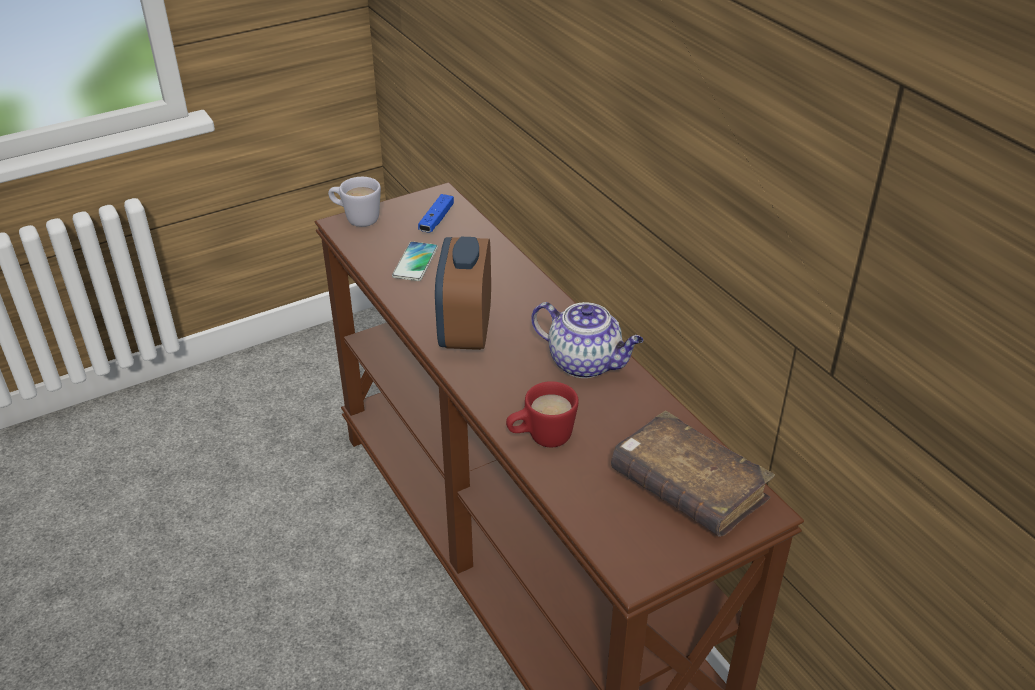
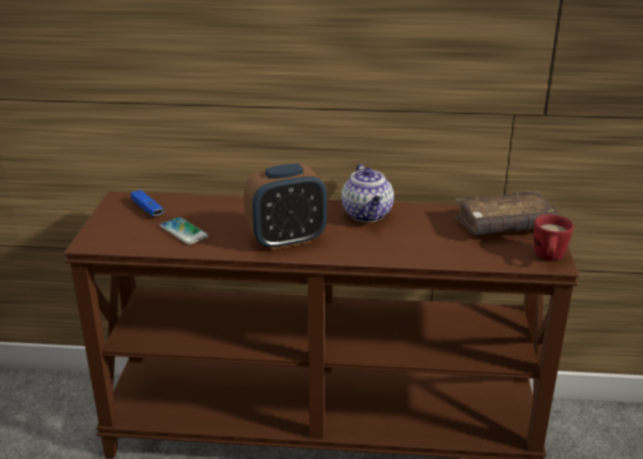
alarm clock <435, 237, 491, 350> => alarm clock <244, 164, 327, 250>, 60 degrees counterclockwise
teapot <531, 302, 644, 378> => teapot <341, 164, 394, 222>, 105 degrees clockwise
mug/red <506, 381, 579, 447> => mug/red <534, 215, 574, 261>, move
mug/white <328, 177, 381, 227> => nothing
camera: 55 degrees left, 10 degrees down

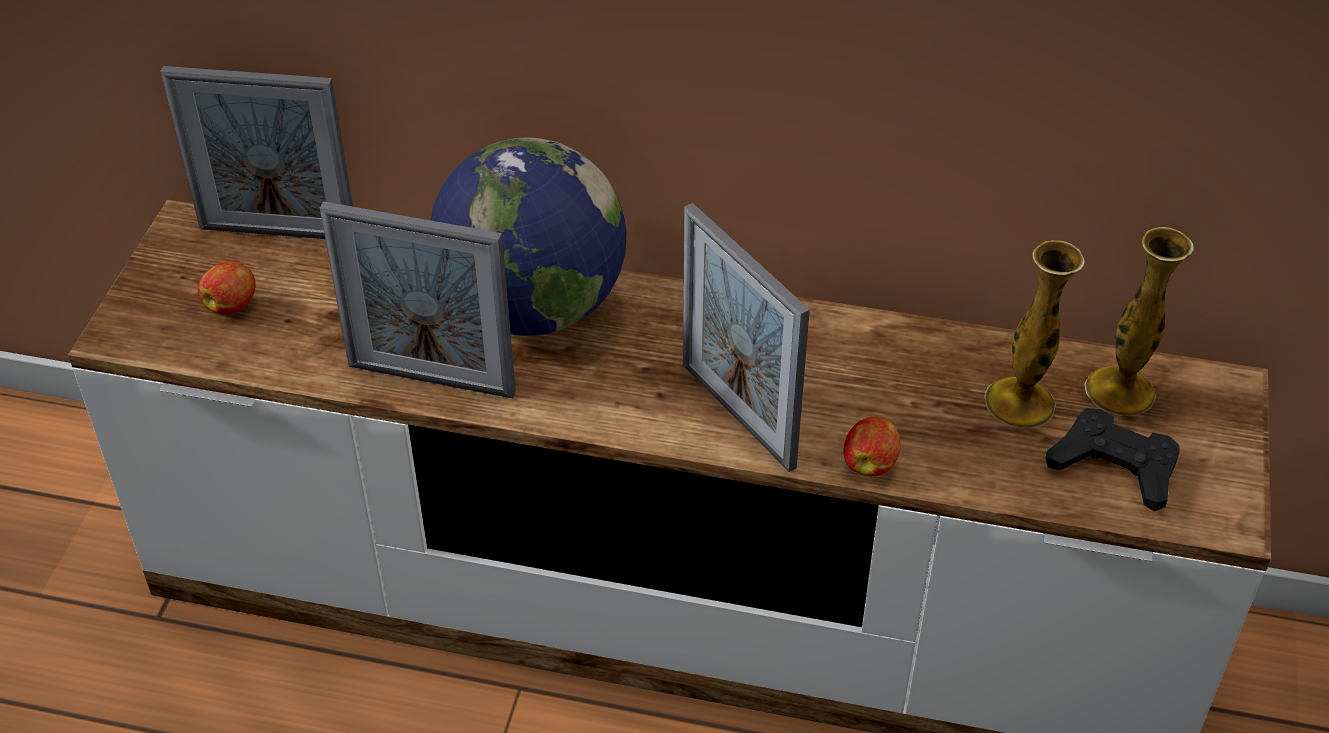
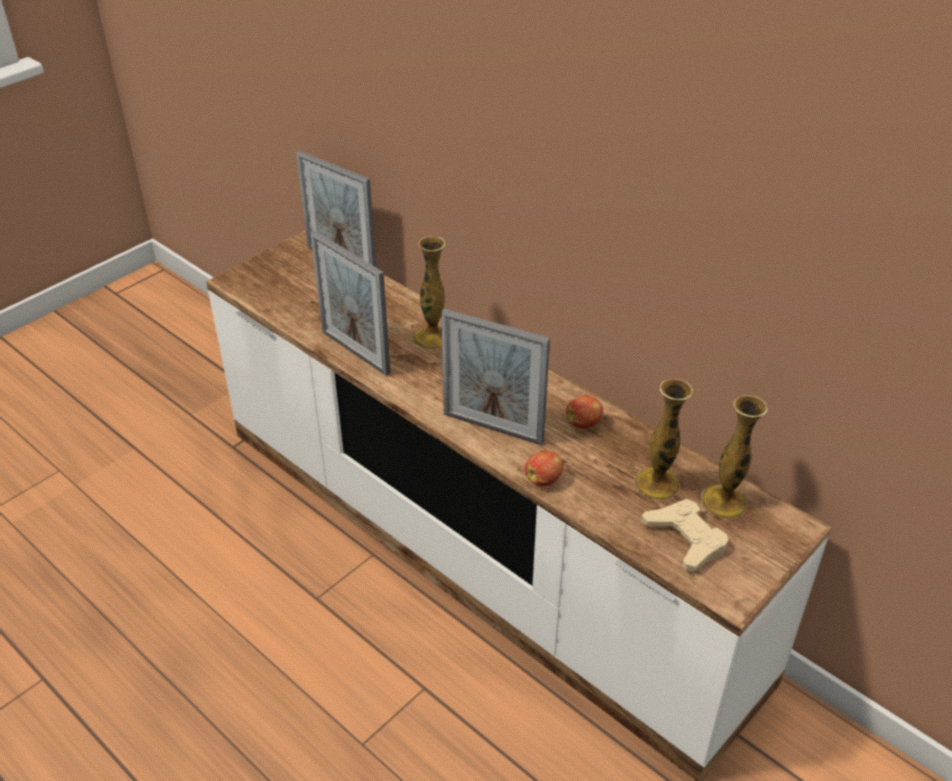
globe <431, 137, 626, 336> => vase <413, 236, 445, 350>
picture frame <683, 203, 810, 472> => picture frame <441, 309, 550, 445>, 60 degrees counterclockwise
apple <198, 261, 256, 315> => apple <566, 396, 603, 429>, move
game controller/black <1046, 408, 1180, 512> => game controller/beige <641, 499, 728, 571>
camera: 30 degrees right, 5 degrees down

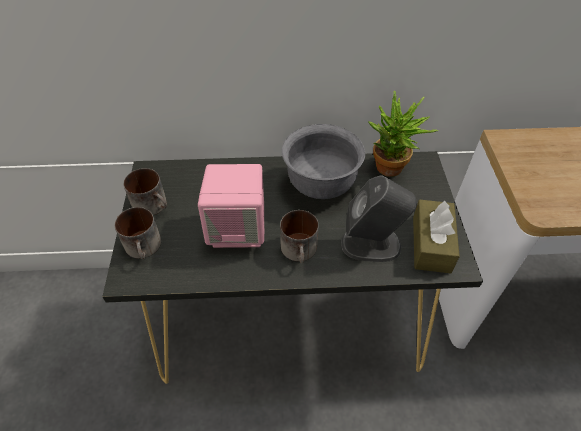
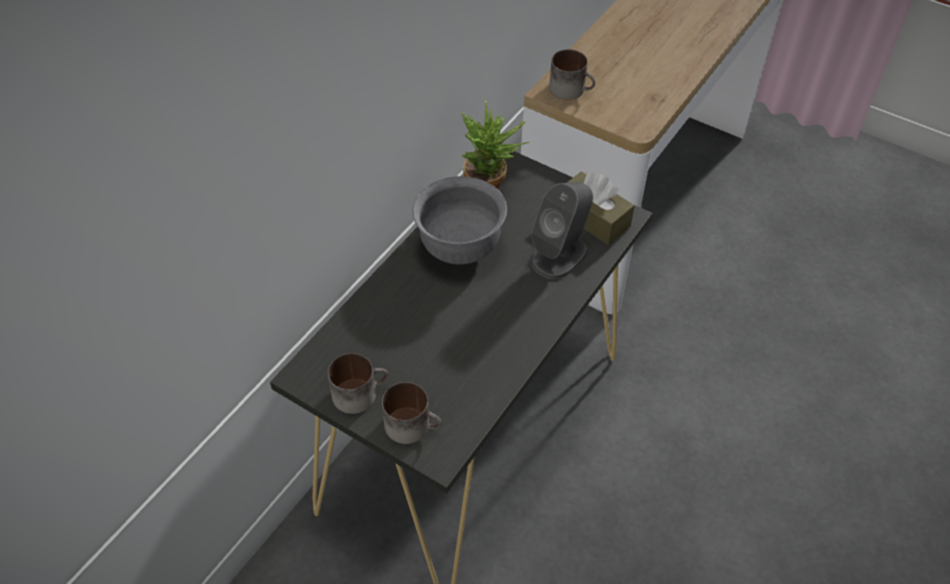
mug <280, 210, 319, 263> => mug <549, 49, 595, 100>, move
speaker/pink <198, 164, 264, 248> => nothing
camera: 55 degrees left, 0 degrees up

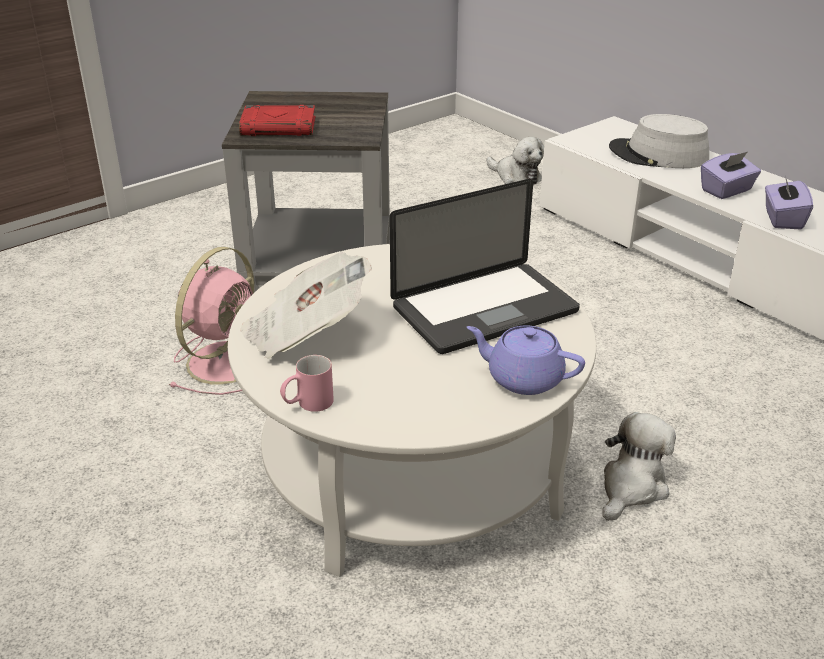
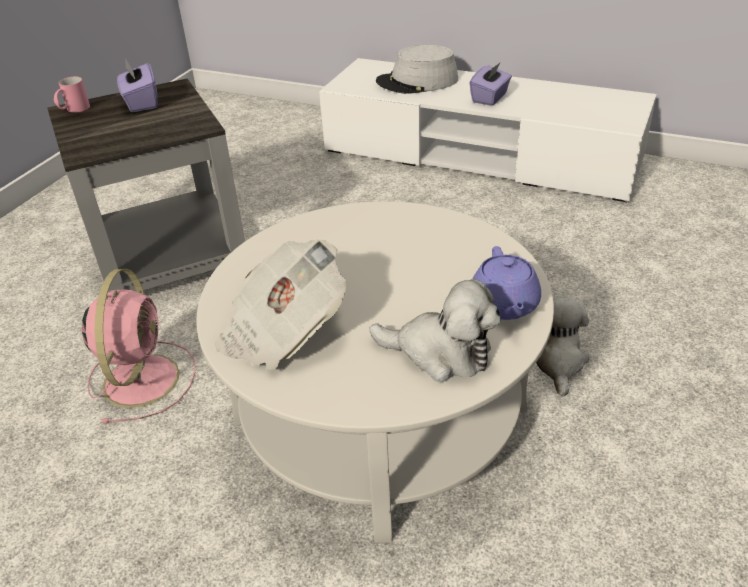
mug/pink <280, 355, 334, 412> => mug/pink <54, 76, 90, 113>, move
tissue box/purple <765, 176, 813, 230> => tissue box/purple <117, 58, 158, 112>, move
plush toy <487, 137, 544, 185> => plush toy <369, 279, 501, 382>, move
teapot/purple <466, 326, 585, 395> => teapot/purple <473, 246, 541, 320>, 90 degrees counterclockwise
book/red <239, 105, 315, 136> => nothing
laptop <389, 179, 580, 354> => nothing
camera: 25 degrees left, 5 degrees up

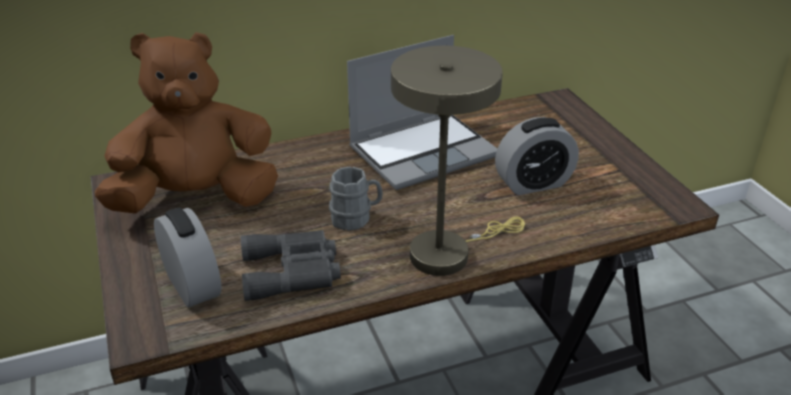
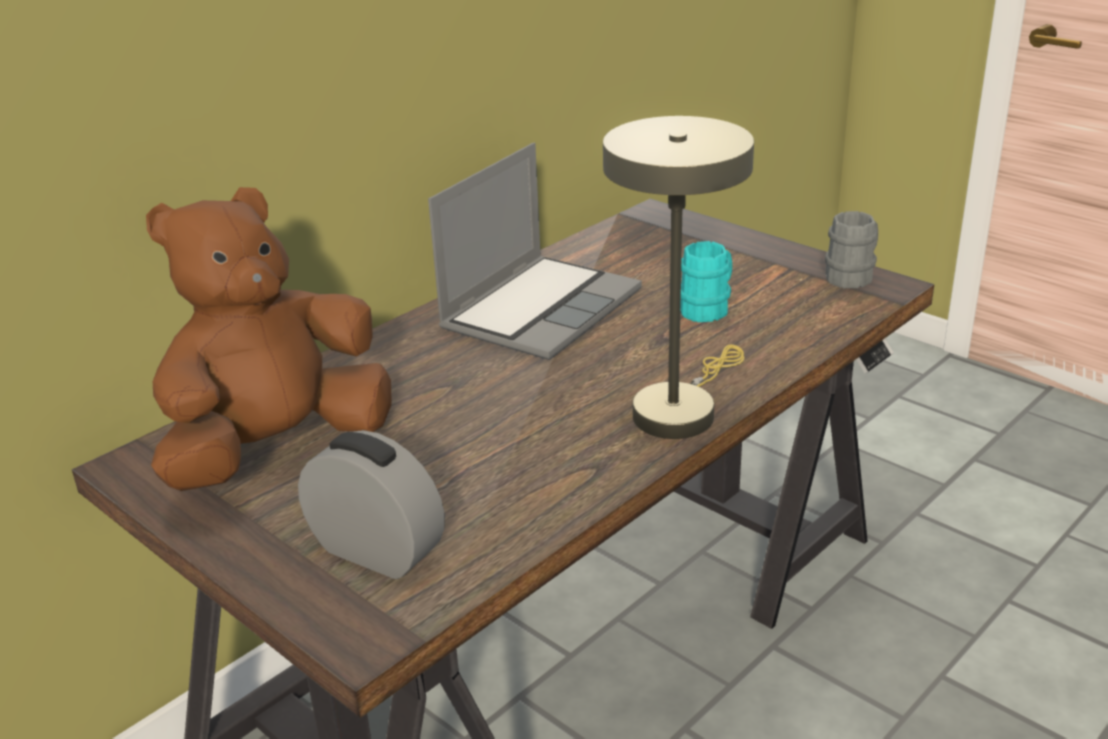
alarm clock <495, 117, 579, 195> => mug/turquoise <680, 241, 732, 322>
mug/grey <329, 167, 383, 231> => mug/grey <825, 211, 878, 288>, move
binoculars/grey <241, 230, 341, 301> => nothing
camera: 25 degrees left, 5 degrees down

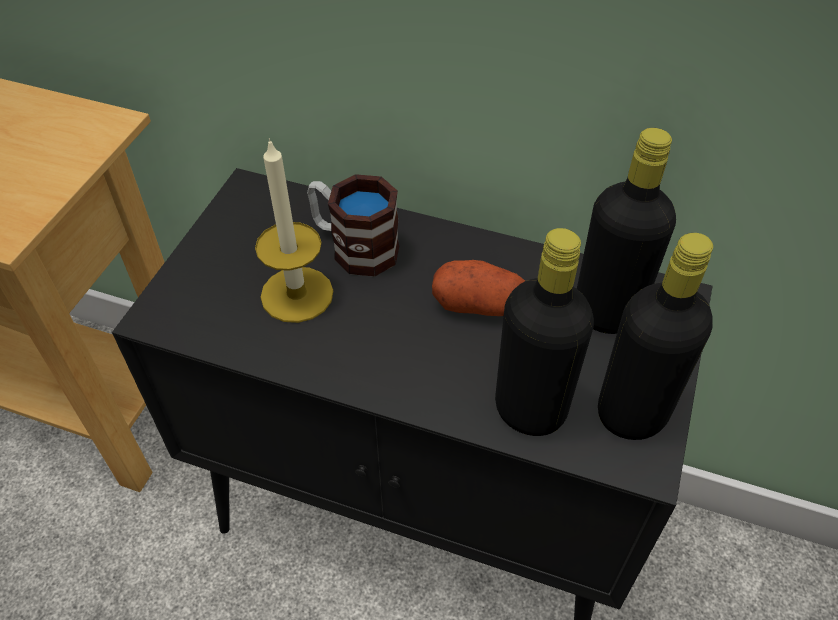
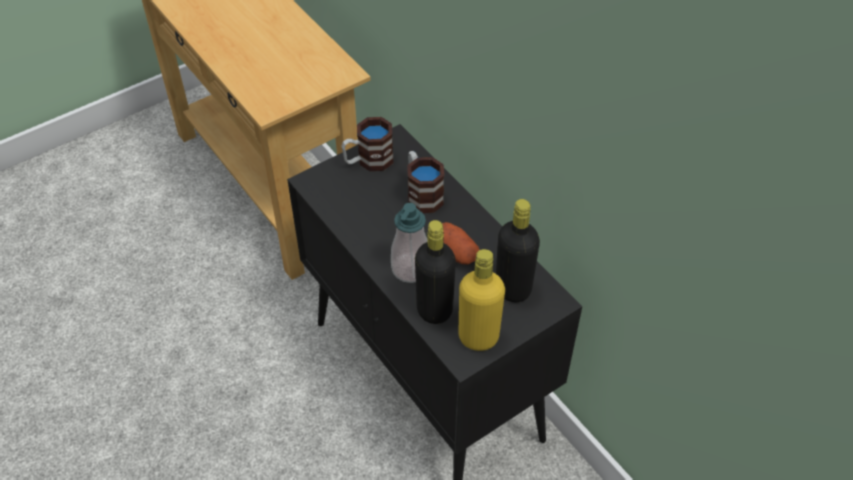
nothing => mug <341, 117, 394, 171>
nothing => soap dispenser <391, 203, 428, 283>
bottle/black <598, 233, 713, 440> => bottle/yellow <459, 249, 505, 351>
candle <255, 138, 333, 323> => nothing
camera: 35 degrees right, 0 degrees up

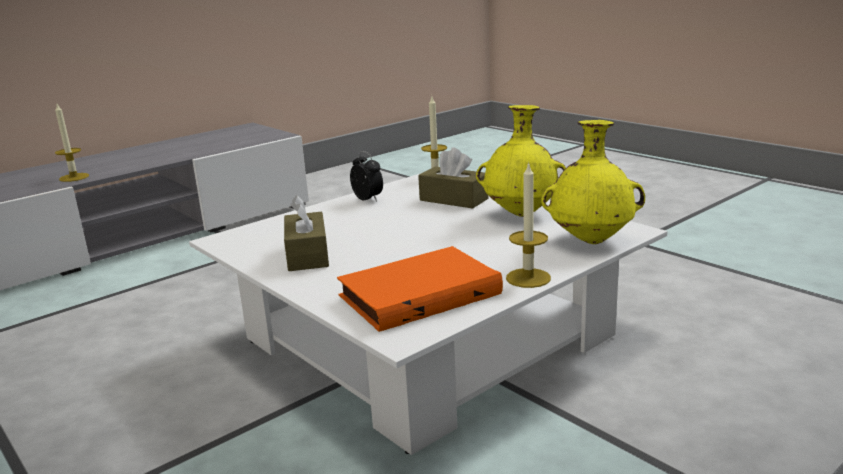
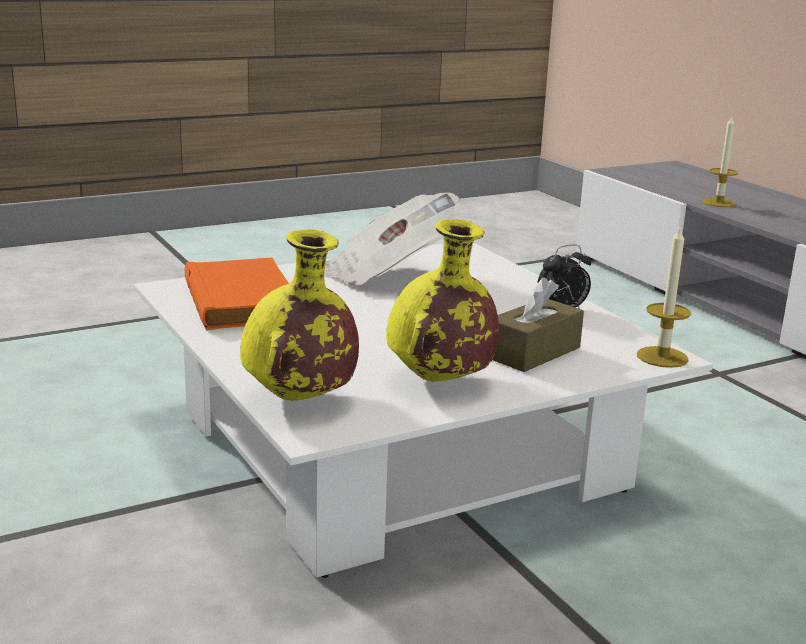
tissue box/brown <284, 195, 329, 271> => newspaper <324, 192, 460, 285>
candle <506, 162, 551, 288> => nothing
camera: 100 degrees right, 0 degrees up

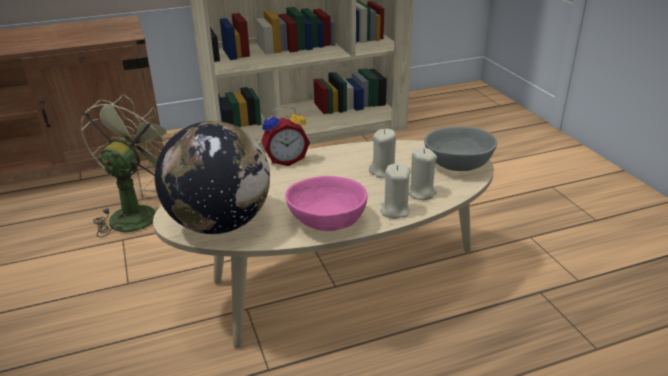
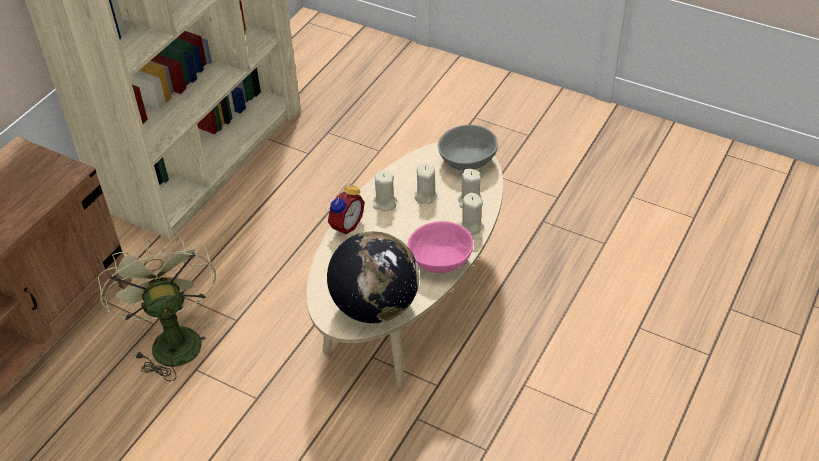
nothing => candle/beige <373, 171, 397, 211>
camera: 40 degrees left, 15 degrees up

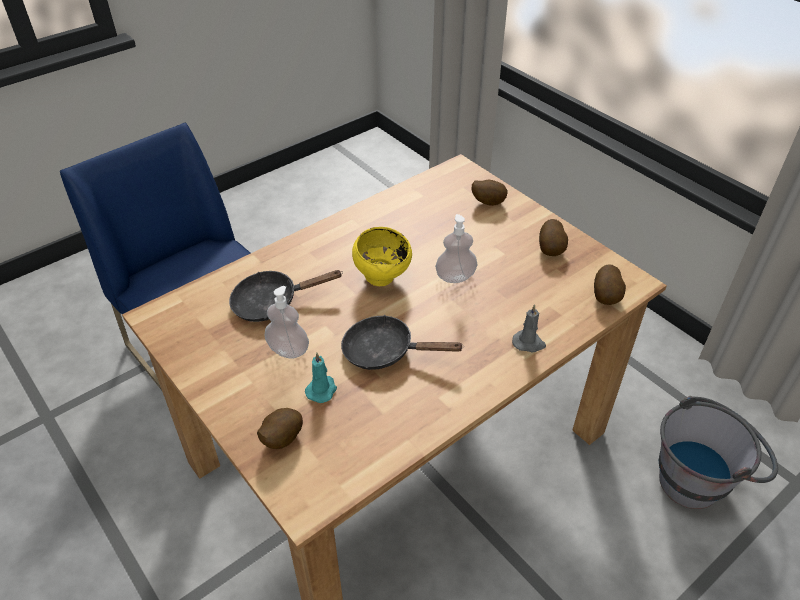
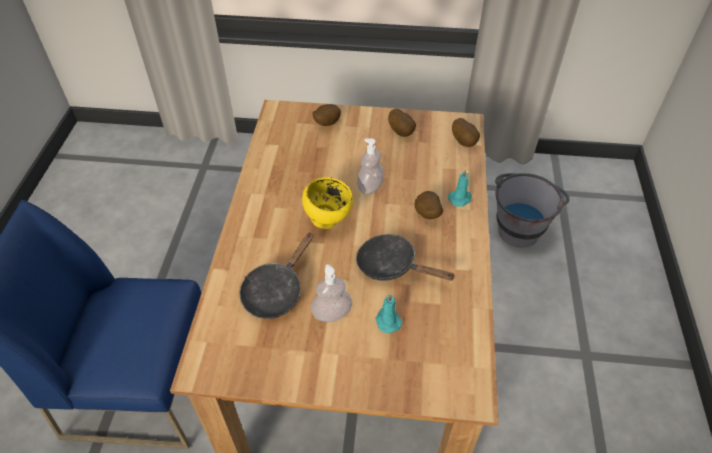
frying pan/black <341, 315, 464, 370> => frying pan/black <356, 234, 456, 281>, 60 degrees clockwise
potato <257, 408, 303, 449> => potato <415, 191, 443, 219>, move
candle/grey <512, 304, 546, 352> => candle/turquoise <448, 169, 472, 207>
camera: 45 degrees left, 5 degrees up

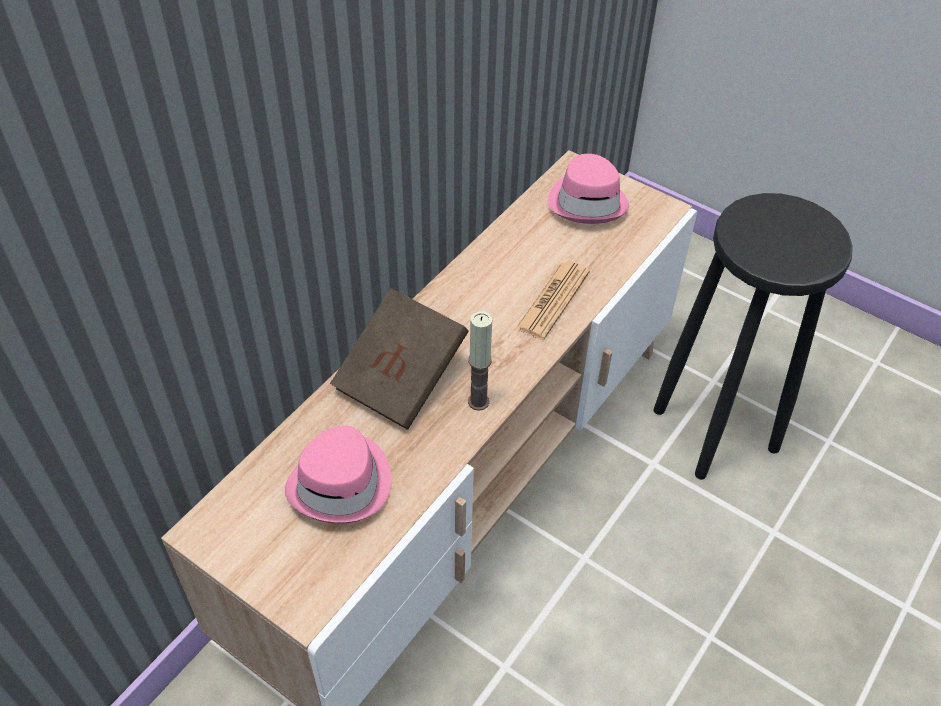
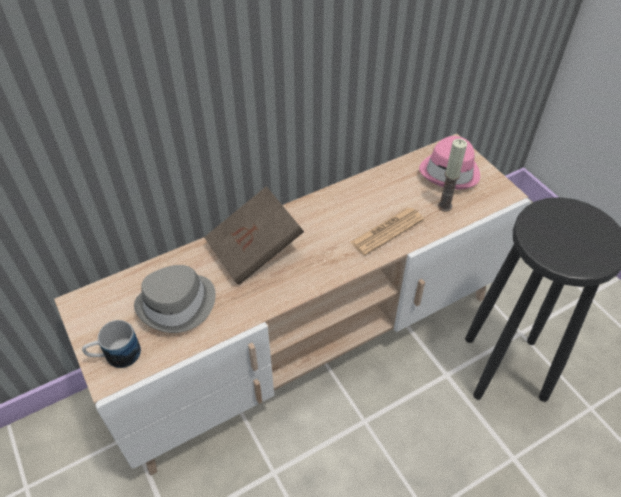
nothing => mug <82, 320, 141, 368>
hat/pink <285, 426, 392, 524> => hat/grey <134, 265, 216, 333>
candle <468, 311, 492, 411> => candle <438, 139, 467, 212>, move
camera: 25 degrees right, 0 degrees up

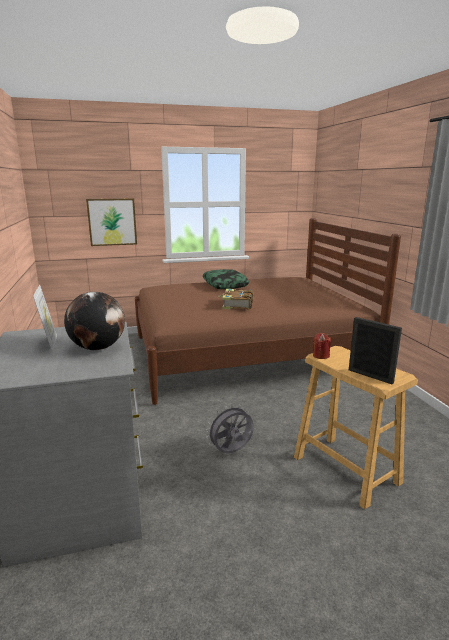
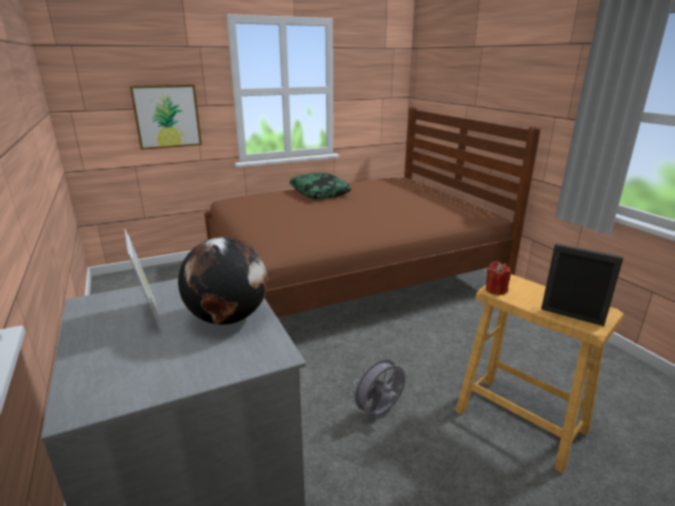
book <218, 289, 253, 309> => nothing
camera: 10 degrees left, 5 degrees up

